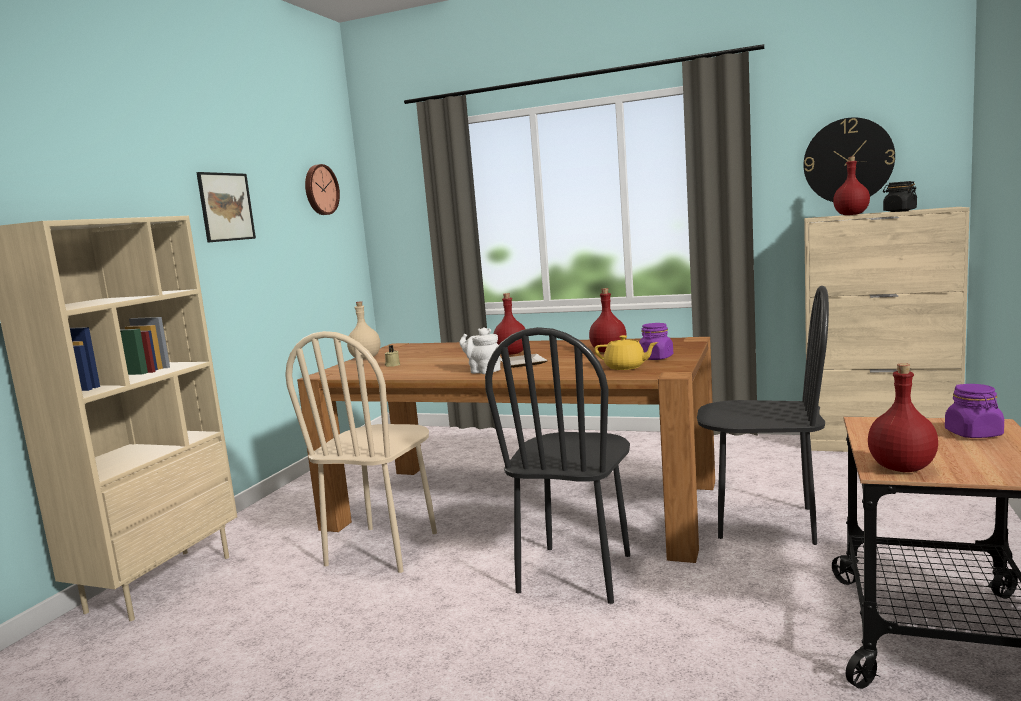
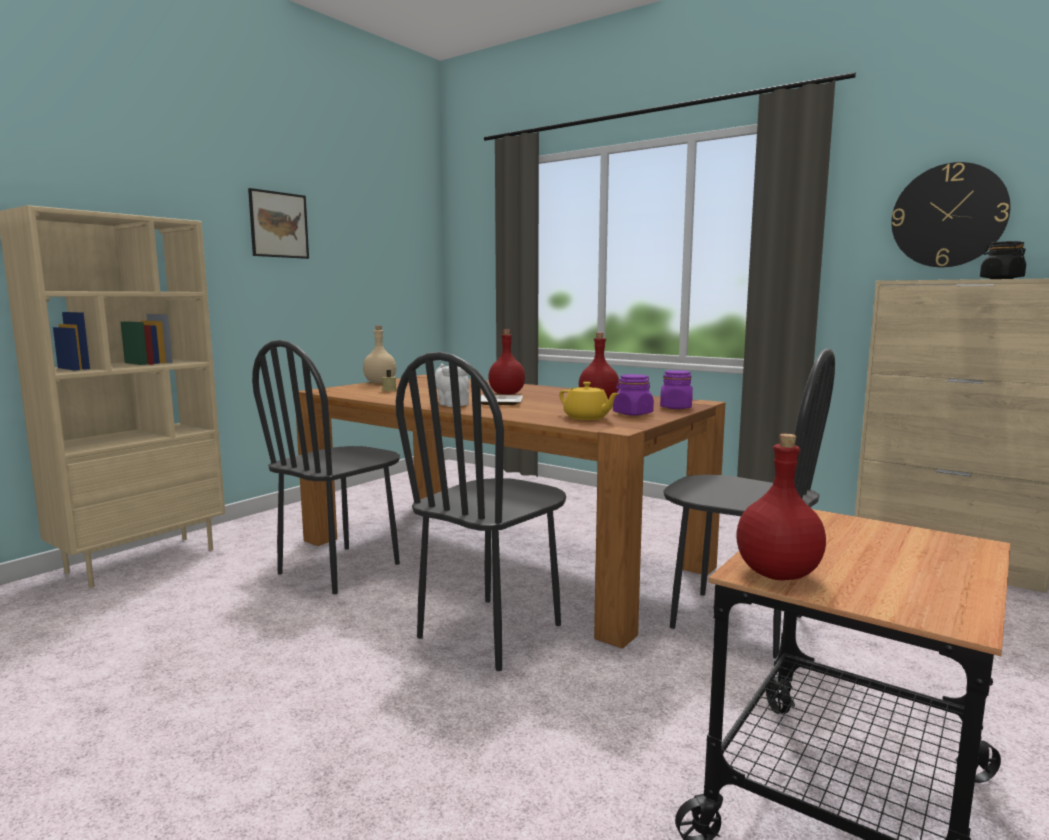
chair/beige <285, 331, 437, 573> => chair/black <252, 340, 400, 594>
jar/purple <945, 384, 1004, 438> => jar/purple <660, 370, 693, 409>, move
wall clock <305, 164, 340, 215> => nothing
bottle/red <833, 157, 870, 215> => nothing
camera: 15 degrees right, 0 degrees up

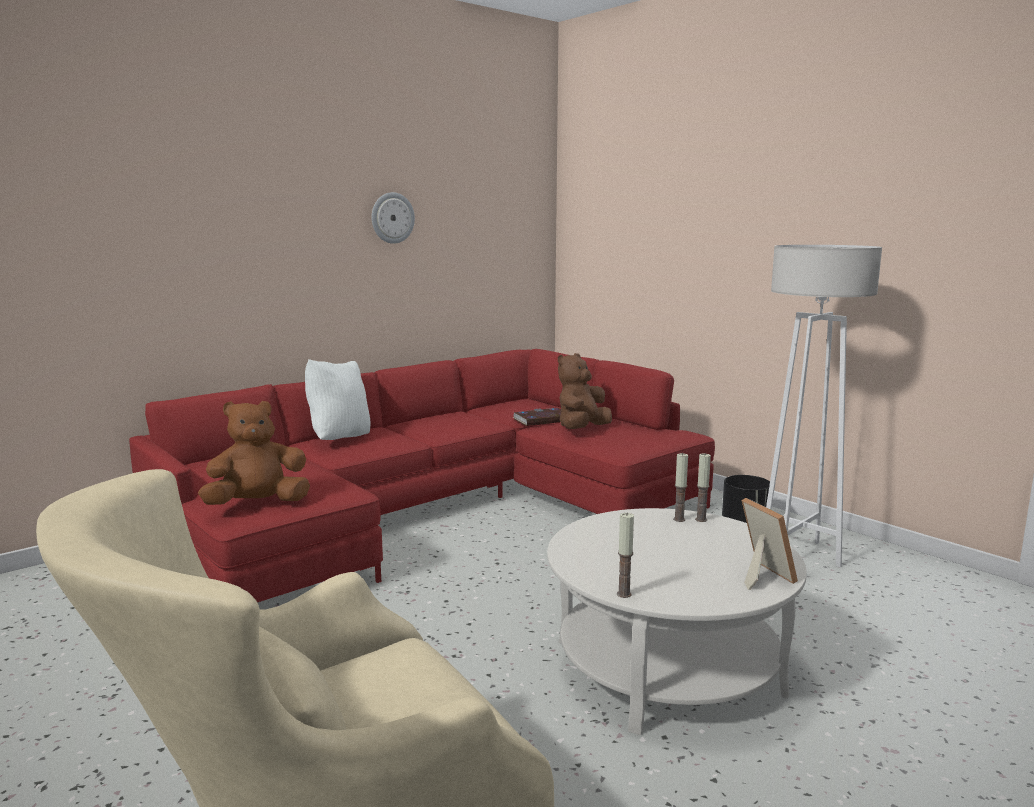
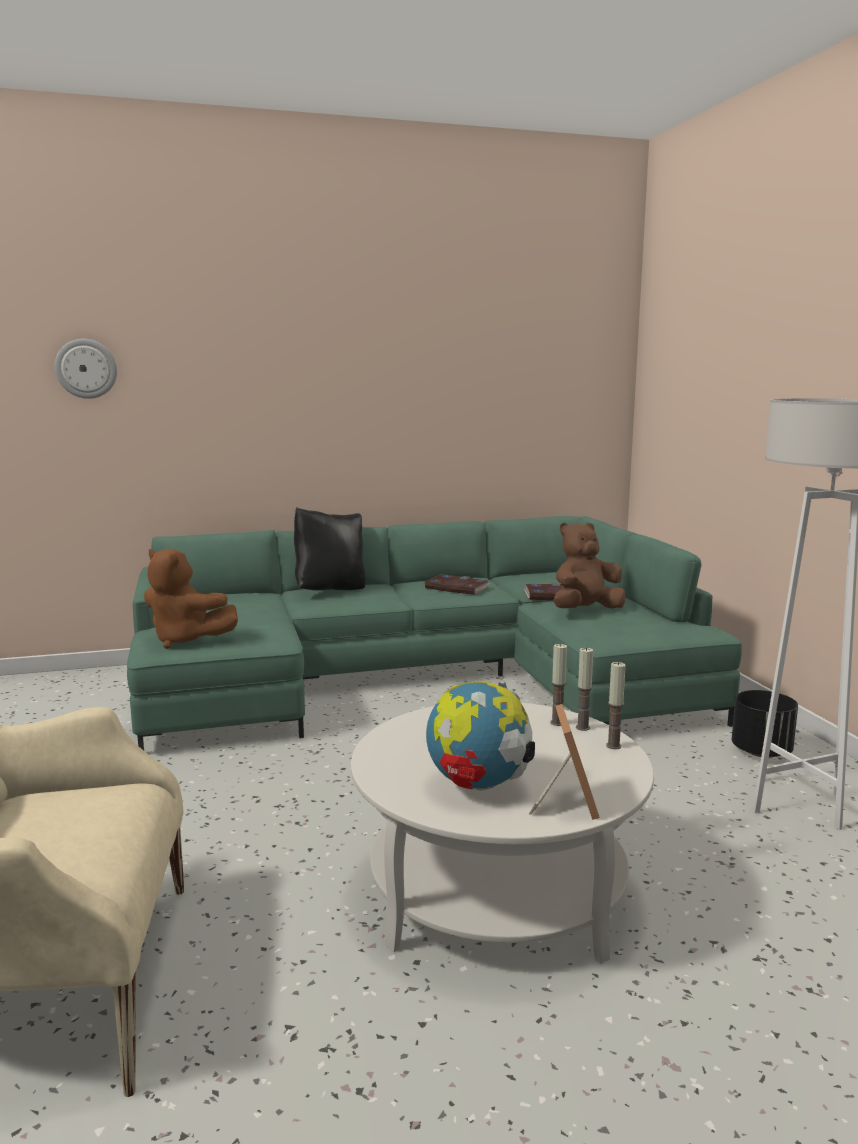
wall clock <371, 192, 415, 244> => wall clock <55, 339, 117, 399>, move
sofa/red <129, 349, 715, 602> => sofa/green <127, 516, 742, 750>
plush toy/brown <198, 401, 310, 505> => plush toy/brown <144, 549, 238, 649>, 150 degrees counterclockwise
pillow/white <305, 359, 370, 440> => pillow/black <294, 507, 366, 591>
nothing => book <425, 574, 489, 595>
nothing => globe <426, 680, 535, 791>
candle <617, 512, 634, 598> => candle <606, 661, 626, 749>, move
camera: 25 degrees right, 0 degrees up

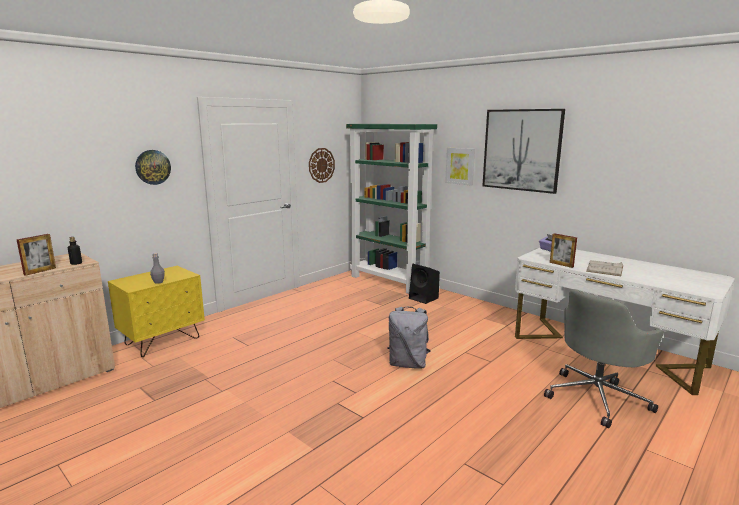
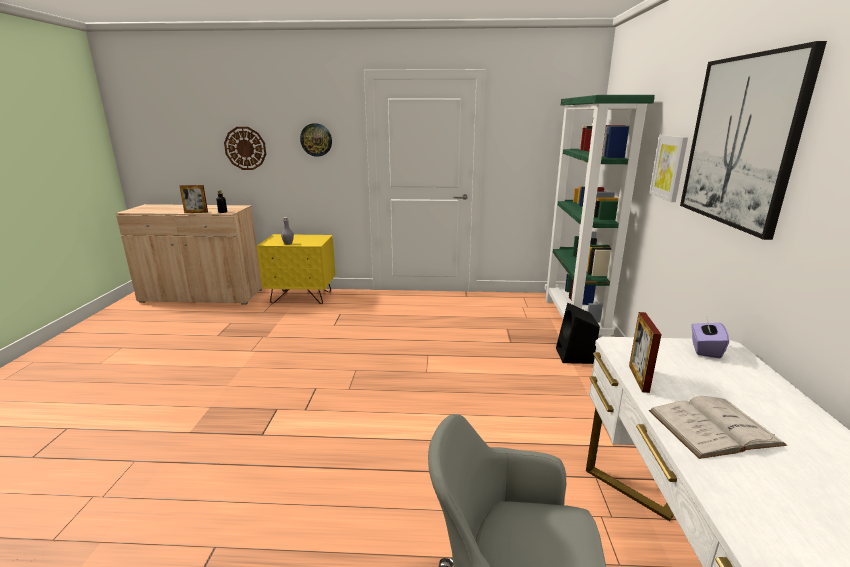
wall clock <309, 148, 335, 183> => wall clock <224, 127, 266, 170>, move
backpack/grey <387, 307, 431, 369> => nothing
camera: 50 degrees right, 5 degrees up

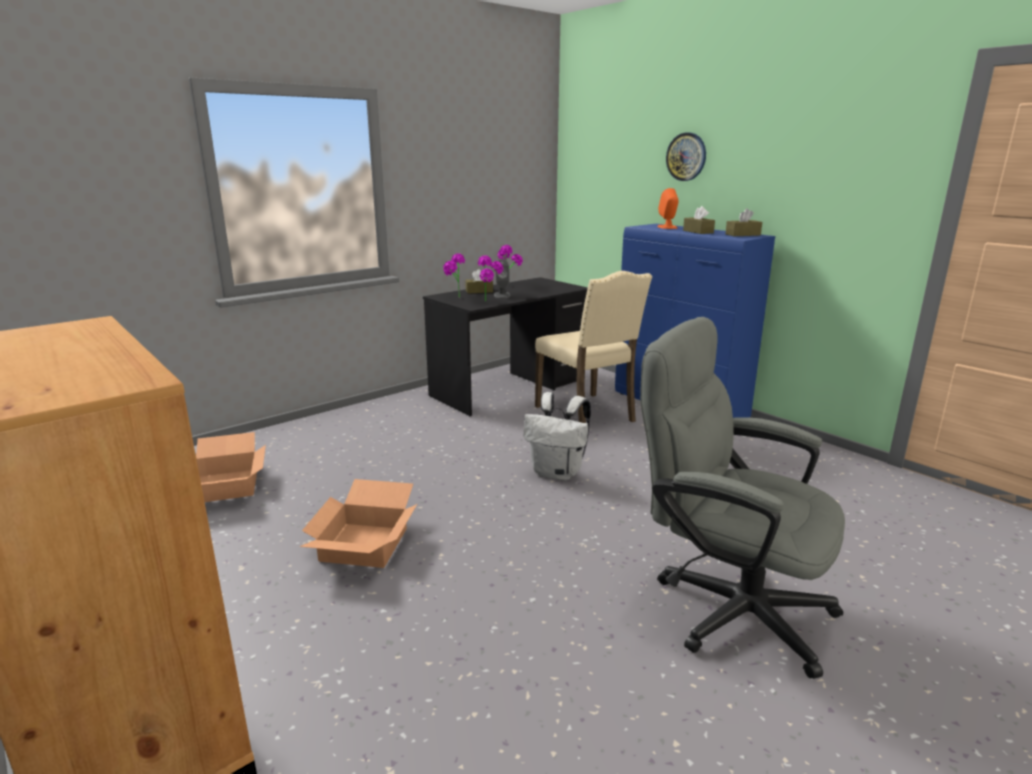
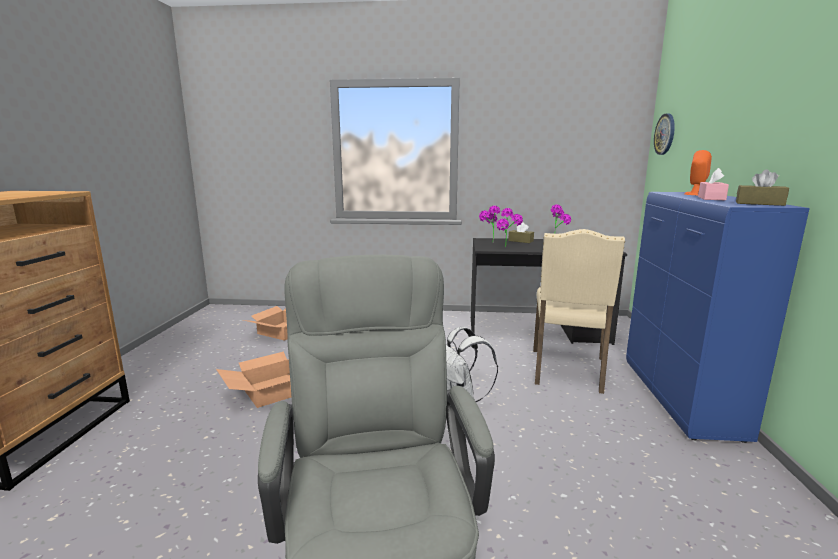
wall clock <666, 133, 706, 181> => wall clock <654, 114, 675, 155>, move
tissue box/brown <683, 206, 715, 234> => tissue box/pink <698, 168, 729, 200>
speaker/grey <494, 259, 511, 298> => nothing
camera: 45 degrees right, 5 degrees down

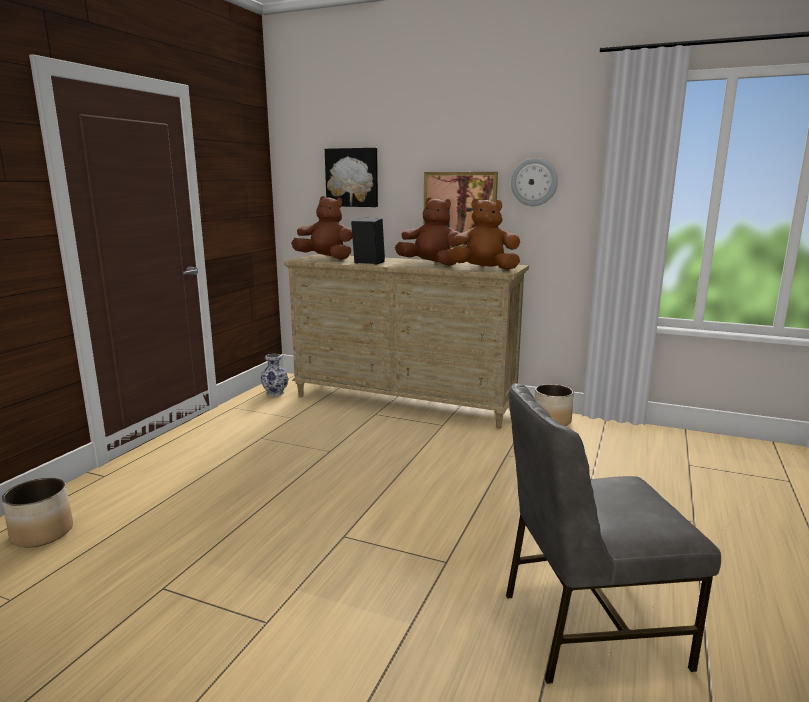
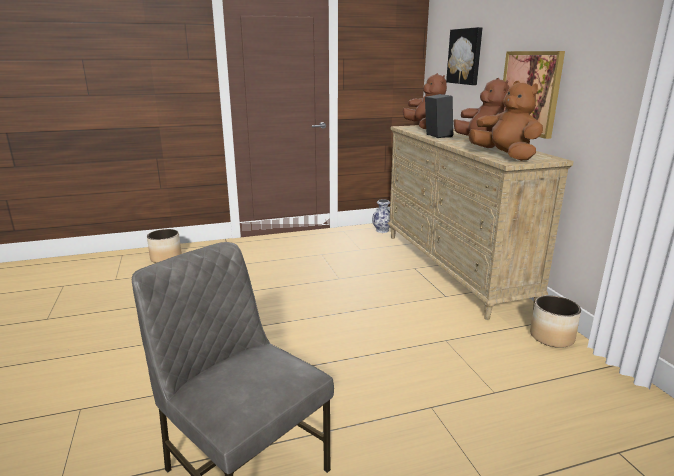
wall clock <511, 158, 558, 206> => nothing
camera: 50 degrees right, 5 degrees up

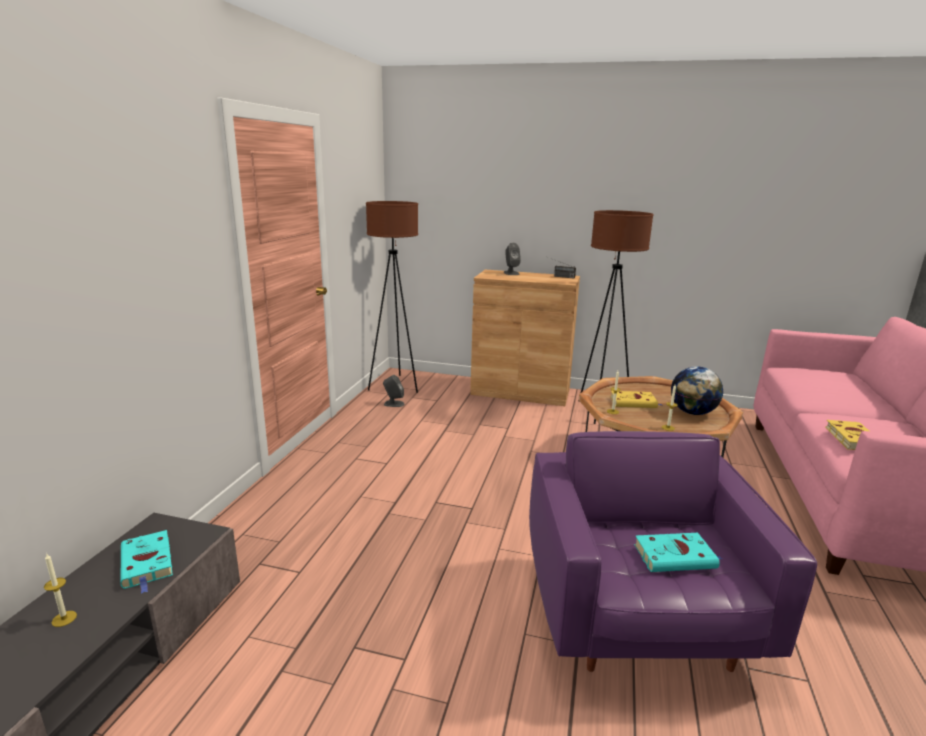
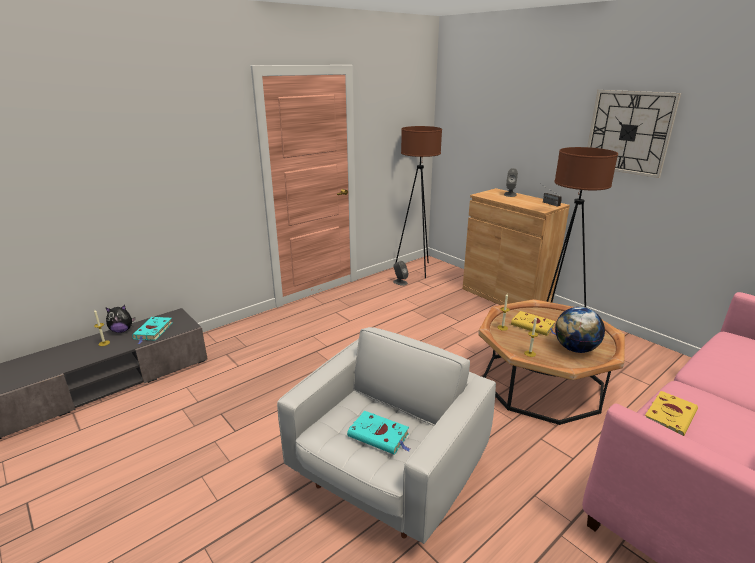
nothing => plush toy <105, 305, 135, 333>
armchair/purple <529, 431, 817, 672> => armchair/white <277, 327, 496, 544>
nothing => wall clock <587, 90, 681, 178>
camera: 35 degrees right, 5 degrees up

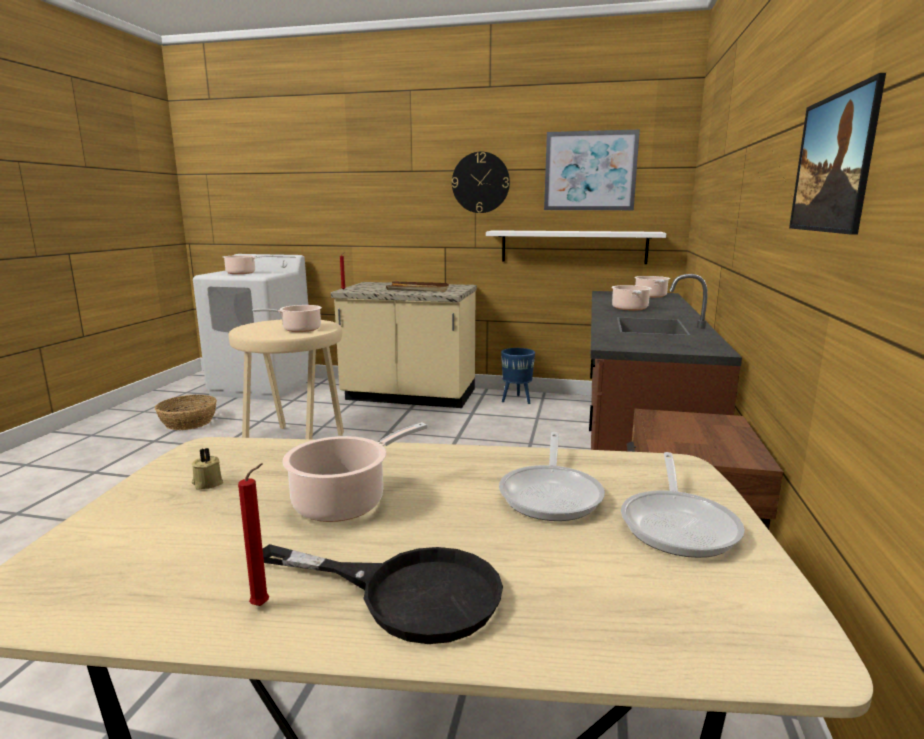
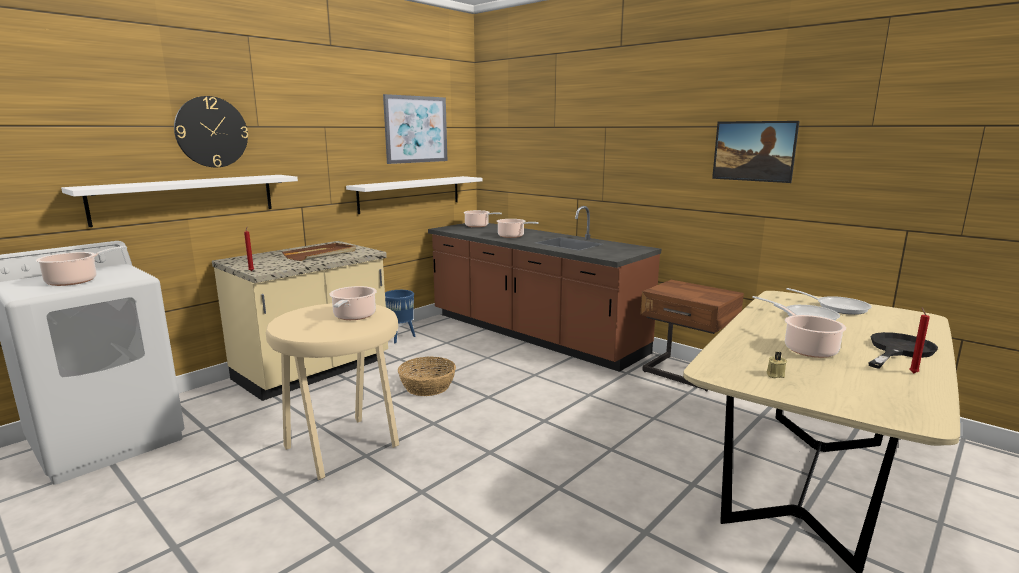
nothing => shelf/white <61, 175, 298, 227>
wall clock <452, 152, 510, 213> => wall clock <174, 96, 248, 167>, move
basket <155, 395, 217, 430> => basket <398, 356, 456, 396>, move
camera: 60 degrees left, 0 degrees up

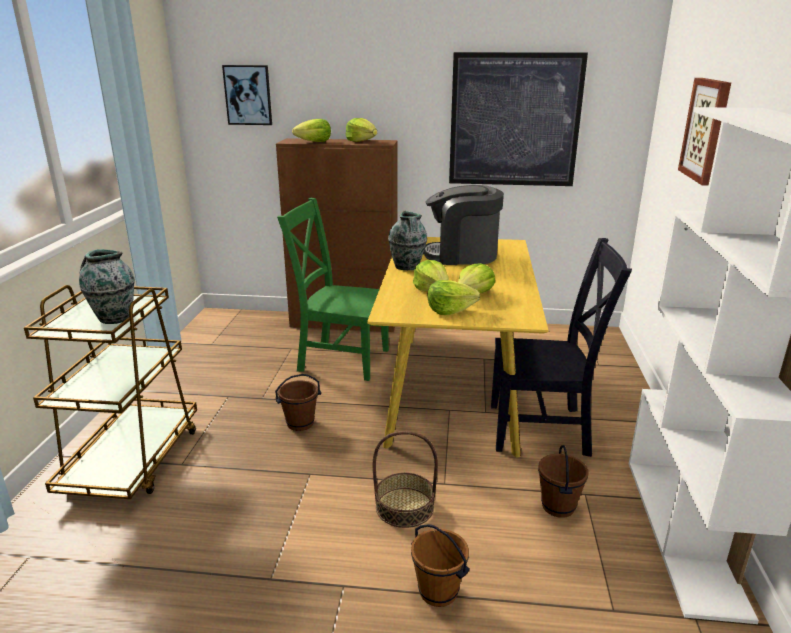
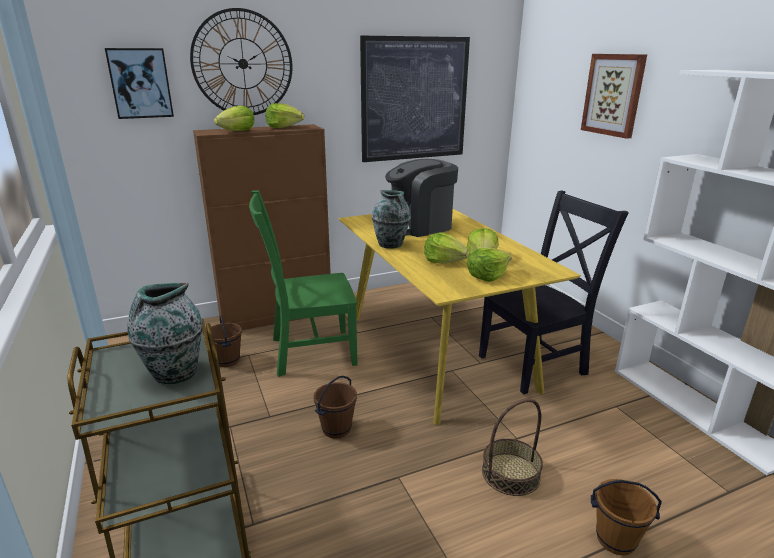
nothing => wall clock <190, 8, 292, 115>
bucket/brown <538, 445, 589, 518> => bucket/brown <206, 315, 242, 367>, move
camera: 30 degrees left, 0 degrees up

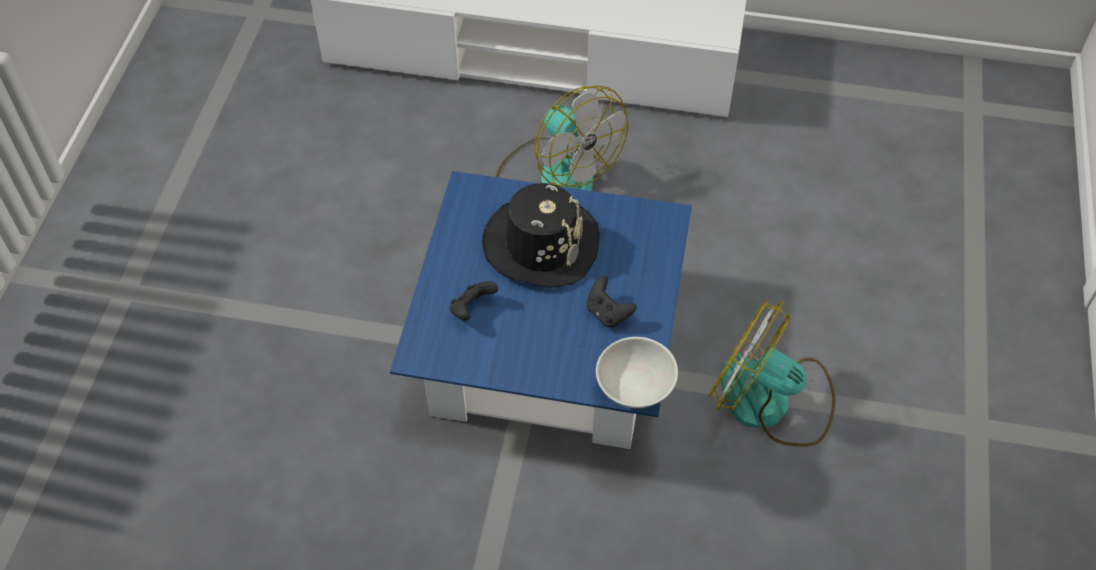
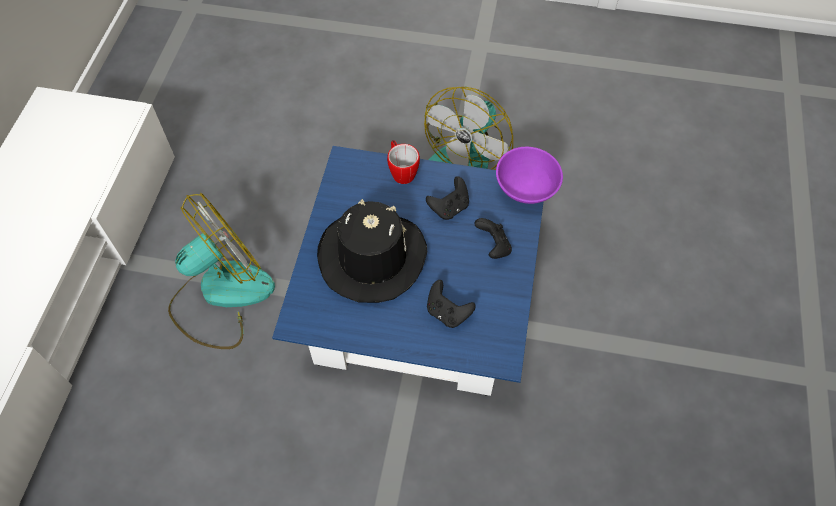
nothing => mug <387, 140, 420, 184>
nothing => game controller/black <474, 218, 512, 259>
bowl/white <596, 337, 678, 408> => bowl/purple <496, 147, 563, 204>
camera: 90 degrees left, 5 degrees up

